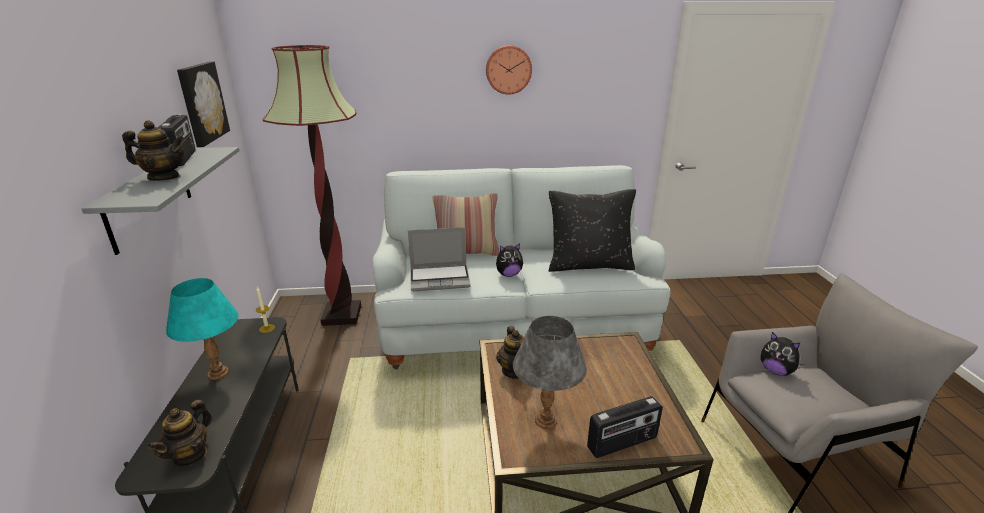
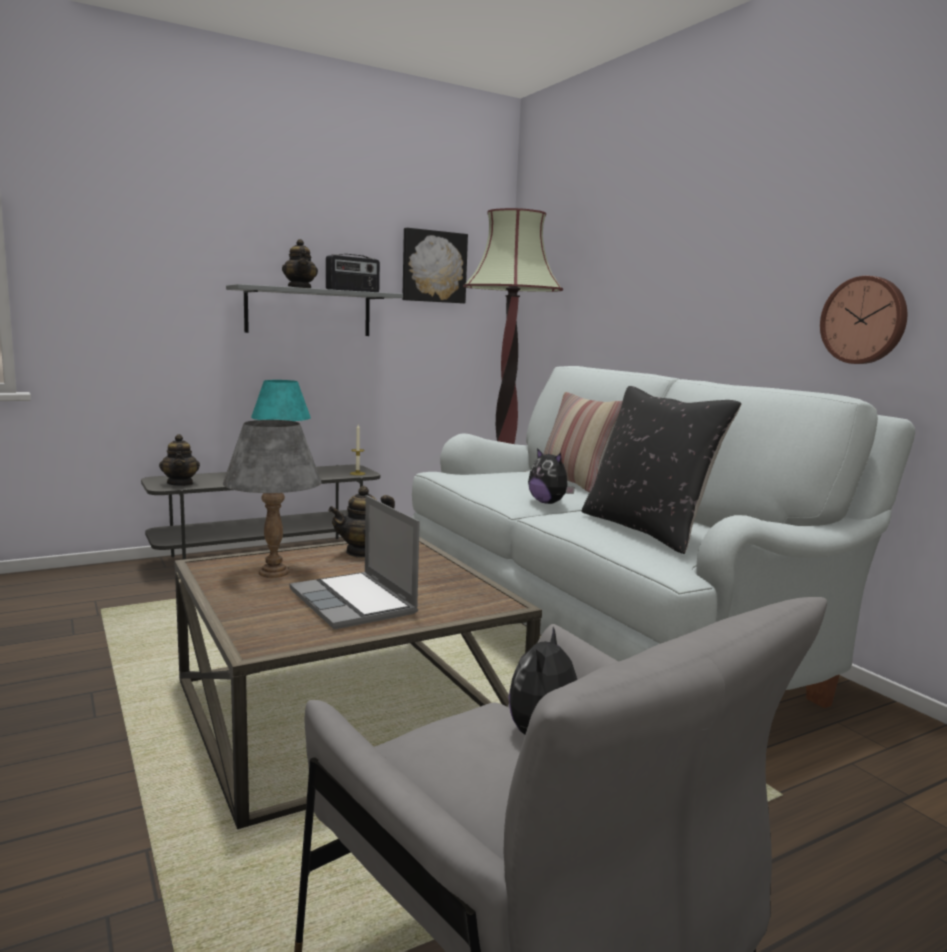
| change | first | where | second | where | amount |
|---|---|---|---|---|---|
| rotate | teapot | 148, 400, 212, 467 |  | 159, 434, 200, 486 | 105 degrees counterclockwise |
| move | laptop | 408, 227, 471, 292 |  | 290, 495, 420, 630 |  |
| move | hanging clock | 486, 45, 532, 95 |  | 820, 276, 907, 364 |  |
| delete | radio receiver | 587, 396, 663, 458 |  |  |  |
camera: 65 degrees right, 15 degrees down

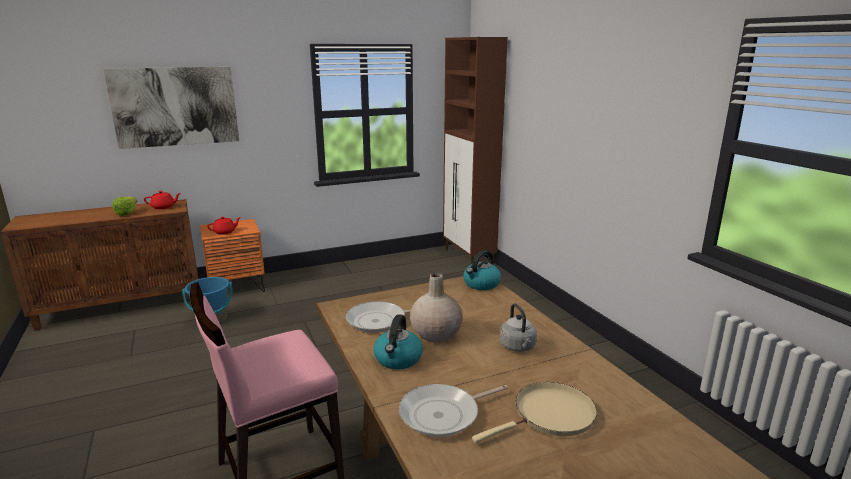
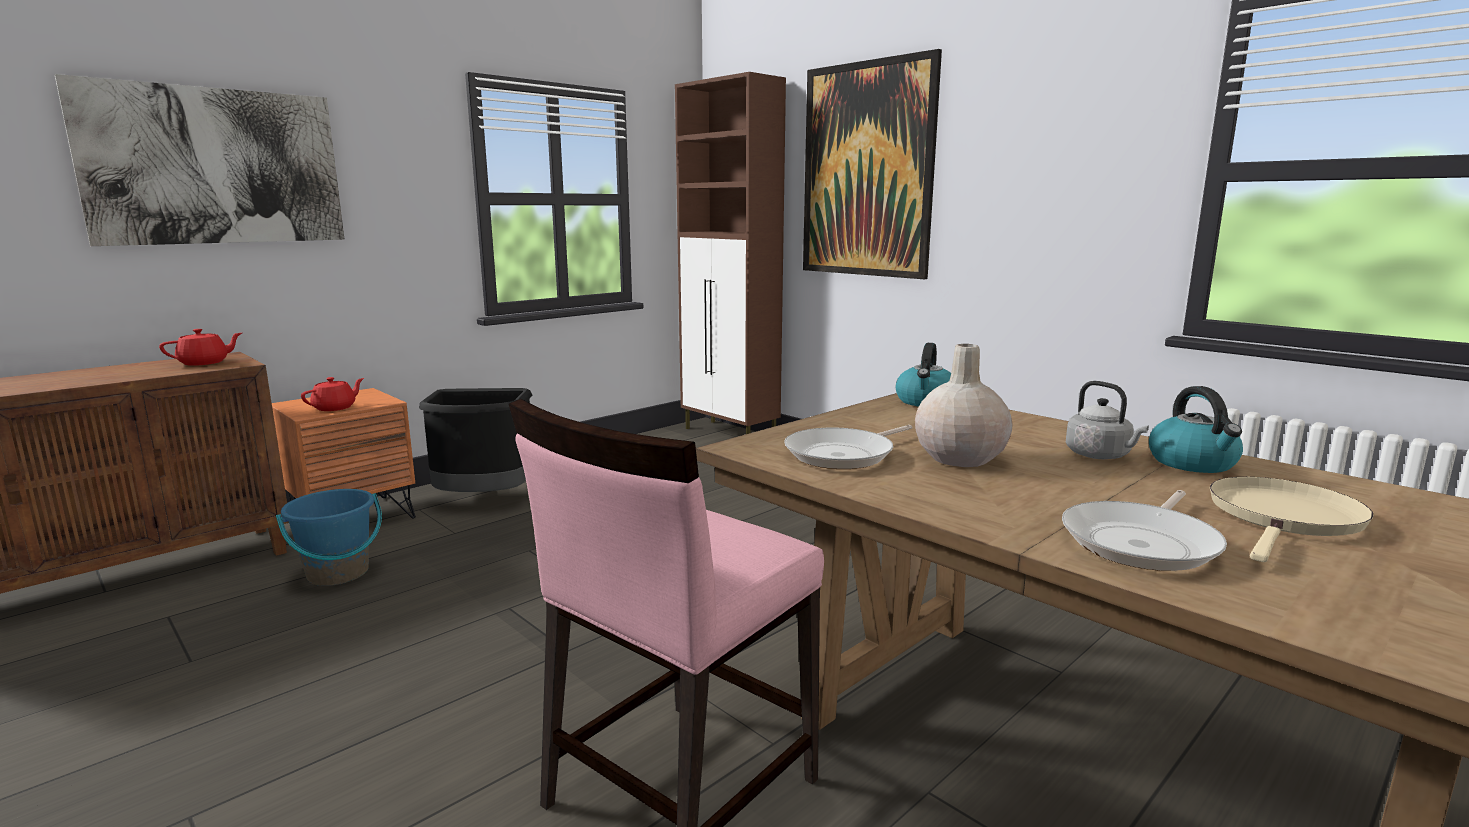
| change | first | where | second | where | amount |
|---|---|---|---|---|---|
| delete | head of lettuce | 112, 197, 137, 216 |  |  |  |
| move | kettle | 373, 314, 423, 370 |  | 1149, 386, 1243, 473 |  |
| insert |  |  | black waste bin | 419, 388, 532, 492 |  |
| insert |  |  | picture | 803, 49, 942, 279 |  |
camera: 20 degrees left, 5 degrees down

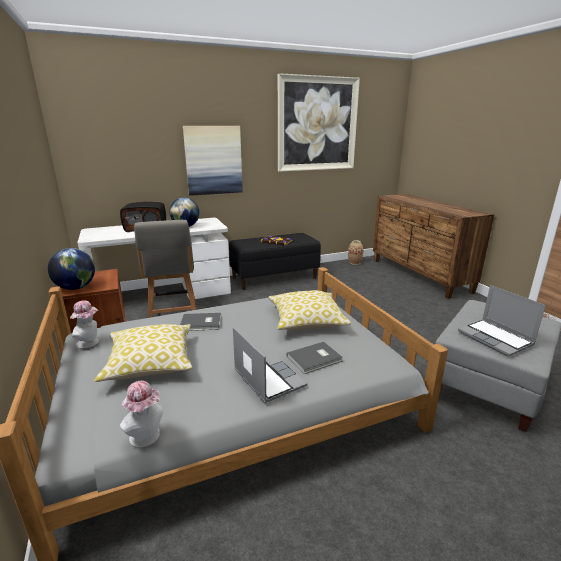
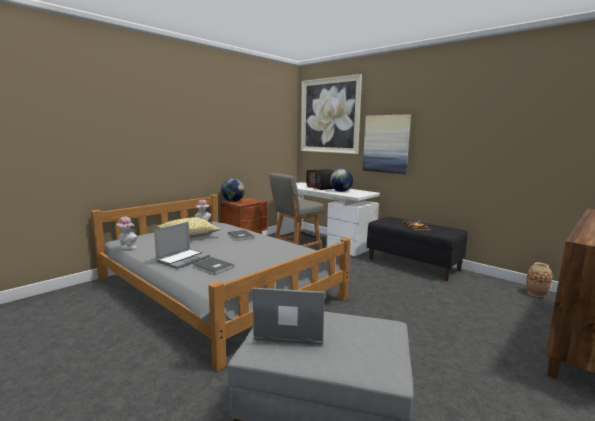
| change | first | where | second | where | amount |
|---|---|---|---|---|---|
| delete | throw pillow | 268, 291, 351, 330 |  |  |  |
| move | picture | 278, 73, 360, 172 |  | 301, 74, 362, 154 |  |
| rotate | laptop | 458, 285, 546, 356 |  | 253, 288, 325, 345 | 60 degrees clockwise |
camera: 65 degrees right, 10 degrees down

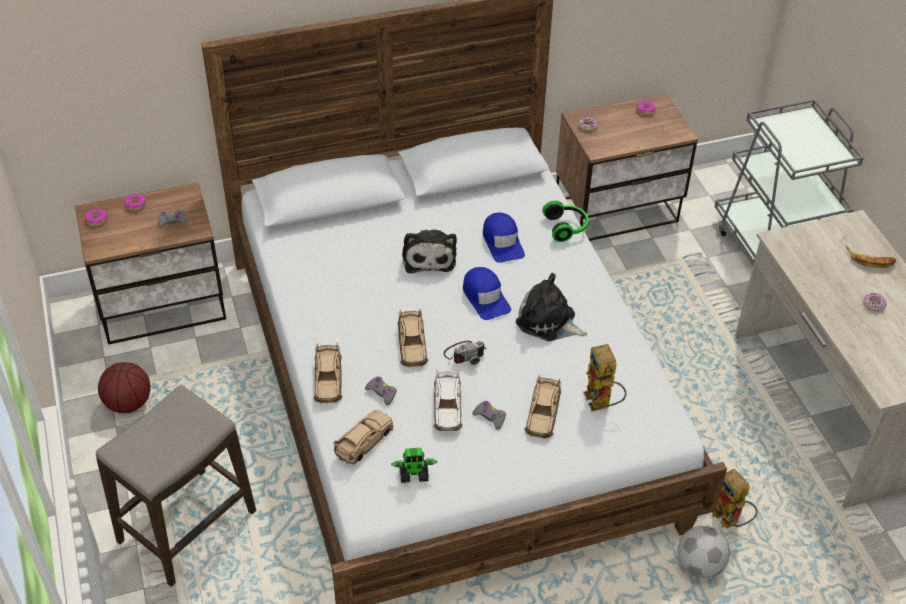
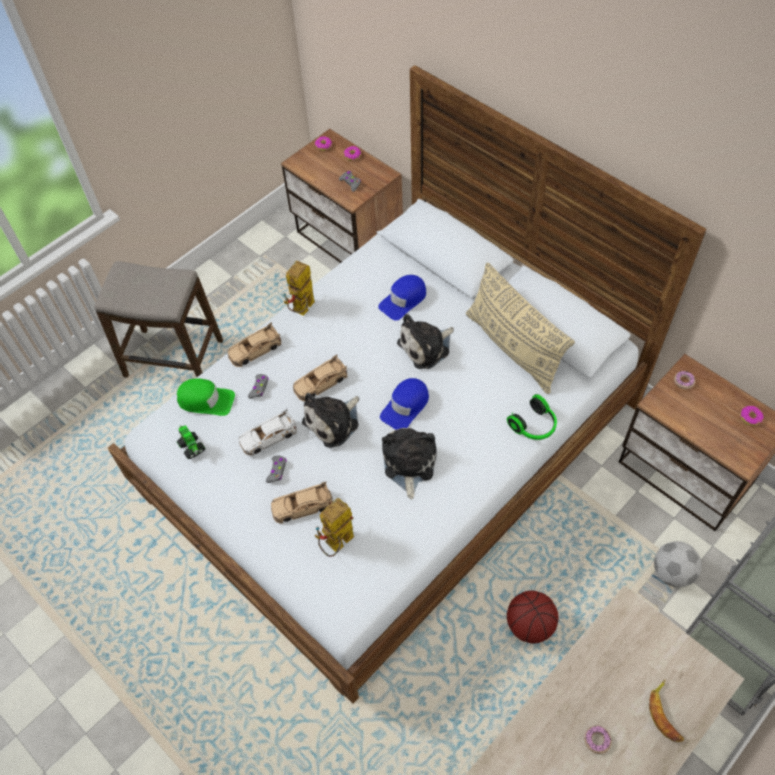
| change | first | where | second | where | amount |
|---|---|---|---|---|---|
| move | basketball | 98, 362, 151, 413 |  | 507, 591, 558, 643 |  |
| replace | sand-coloured toy car | 333, 410, 393, 464 | greenish cap | 177, 378, 235, 416 |  |
| replace | photo camera | 443, 341, 486, 365 | plush toy | 302, 393, 359, 448 |  |
| move | blue cap | 483, 213, 525, 263 |  | 378, 275, 426, 321 |  |
| move | football ball | 677, 526, 730, 578 |  | 654, 541, 702, 587 |  |
| move | toy robot | 712, 469, 758, 529 |  | 283, 261, 315, 316 |  |
| insert |  |  | sand-coloured throw pillow | 466, 262, 575, 394 |  |
camera: 65 degrees right, 10 degrees up

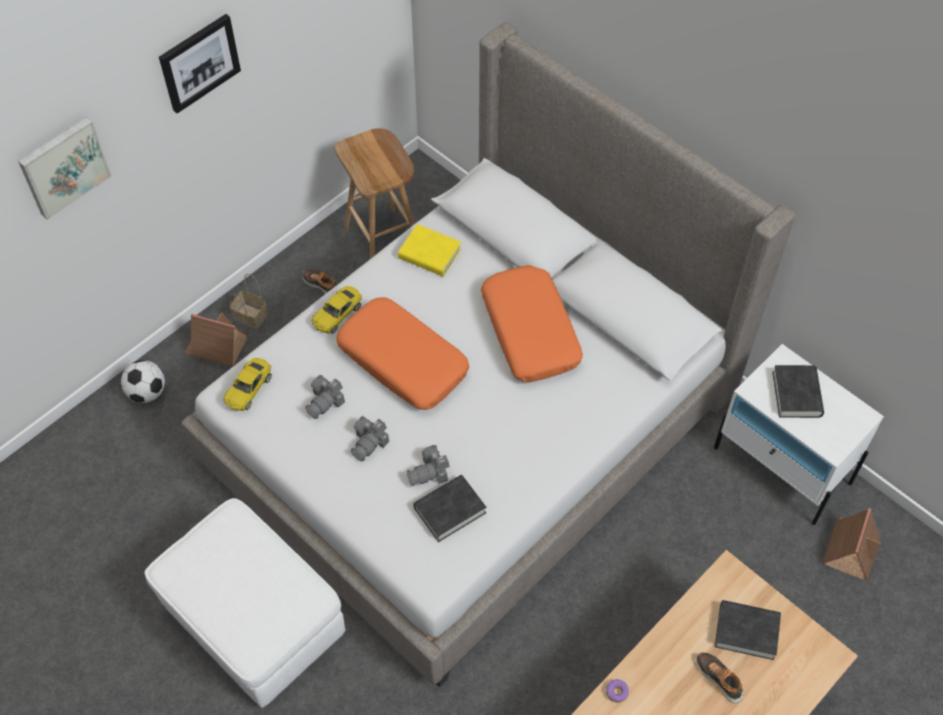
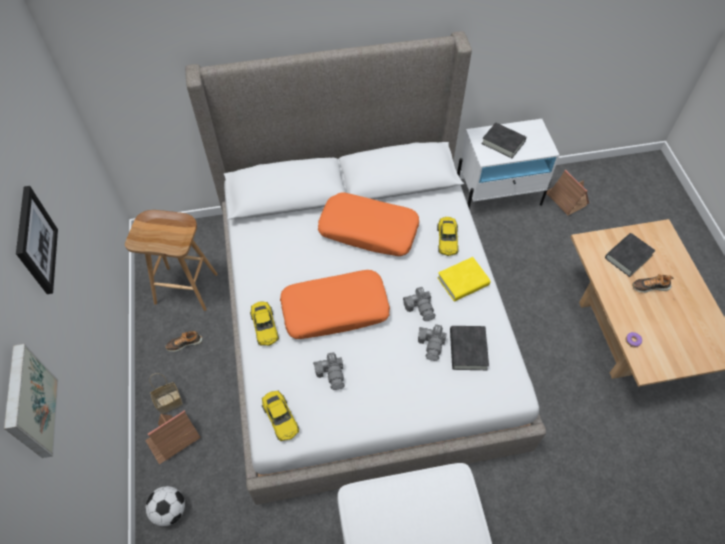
| change | first | where | second | where | amount |
|---|---|---|---|---|---|
| move | photo camera | 351, 416, 389, 462 |  | 403, 287, 435, 321 |  |
| move | yellowish volume | 398, 224, 461, 276 |  | 437, 257, 491, 301 |  |
| insert |  |  | yellowish toy car | 437, 217, 459, 256 |  |
camera: 55 degrees left, 0 degrees up

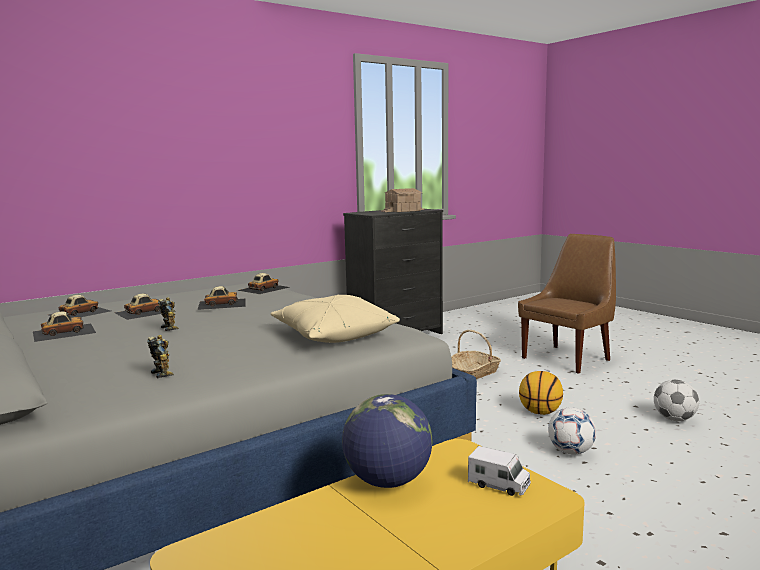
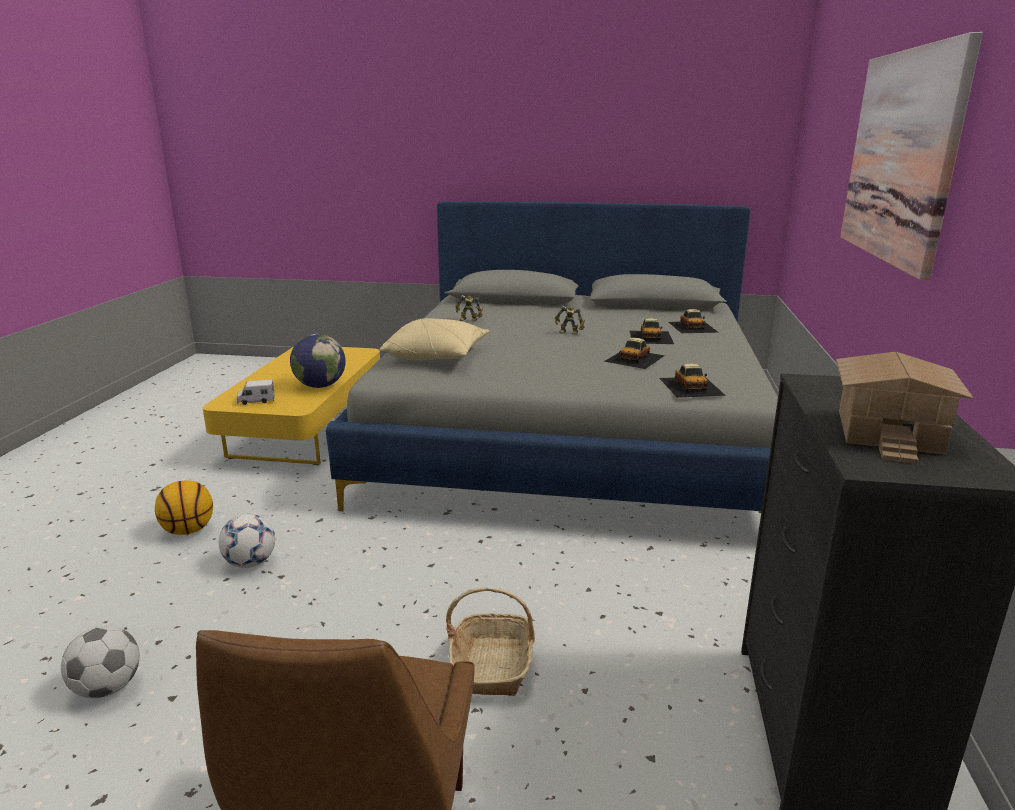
| change | first | where | second | where | amount |
|---|---|---|---|---|---|
| delete | toy car | 33, 311, 96, 342 |  |  |  |
| move | basketball | 519, 371, 563, 415 |  | 155, 480, 213, 535 |  |
| insert |  |  | picture | 840, 32, 983, 280 |  |
camera: 135 degrees right, 10 degrees up

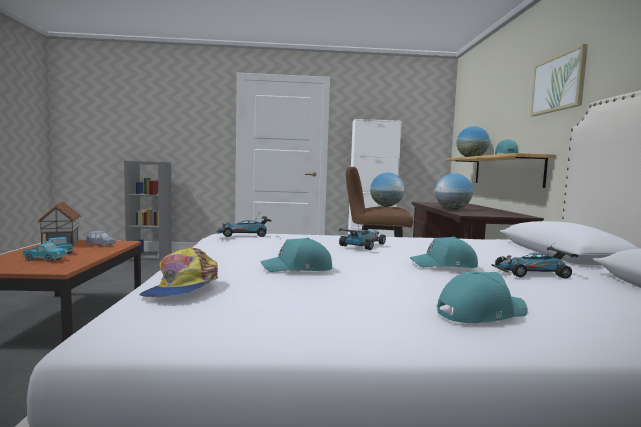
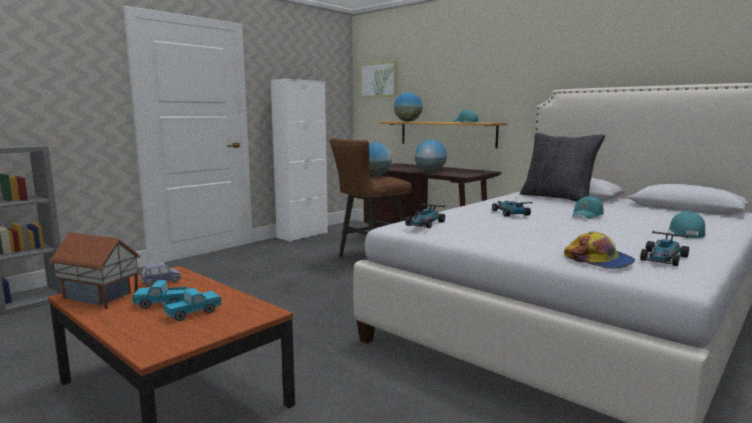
| change | first | where | second | where | amount |
|---|---|---|---|---|---|
| delete | turquoise-coloured cap | 260, 238, 332, 272 |  |  |  |
| move | toy car | 491, 244, 578, 279 |  | 640, 231, 689, 266 |  |
| move | picture | 530, 44, 588, 116 |  | 360, 60, 397, 98 |  |
| insert |  |  | black throw pillow | 520, 133, 605, 202 |  |
camera: 45 degrees left, 5 degrees up

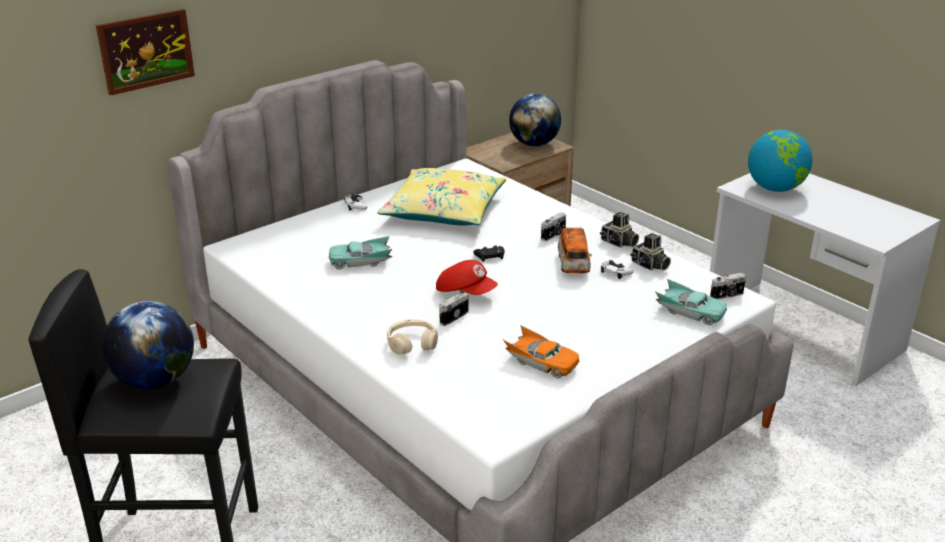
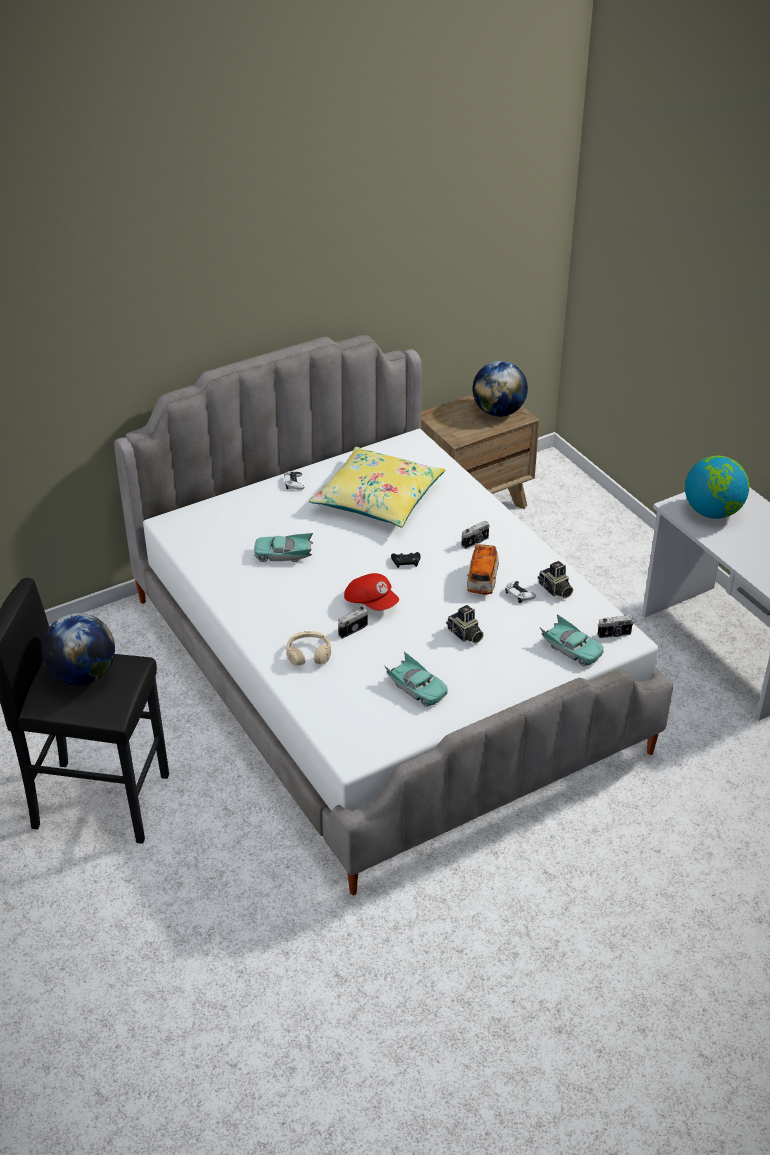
| change | first | where | second | where | amount |
|---|---|---|---|---|---|
| delete | picture | 96, 9, 195, 96 |  |  |  |
| recolor | orange toy car | 504, 326, 579, 378 | turquoise-coloured toy car | 384, 652, 448, 707 |  |
| move | photo camera | 600, 212, 639, 248 |  | 446, 605, 484, 644 |  |
camera: 10 degrees right, 10 degrees up

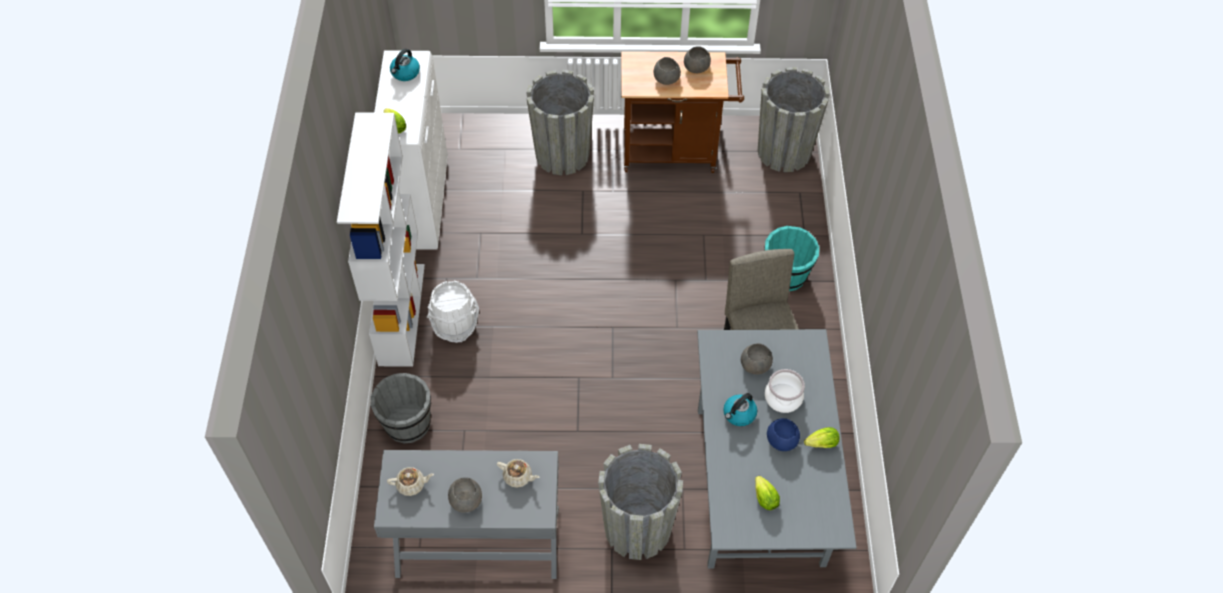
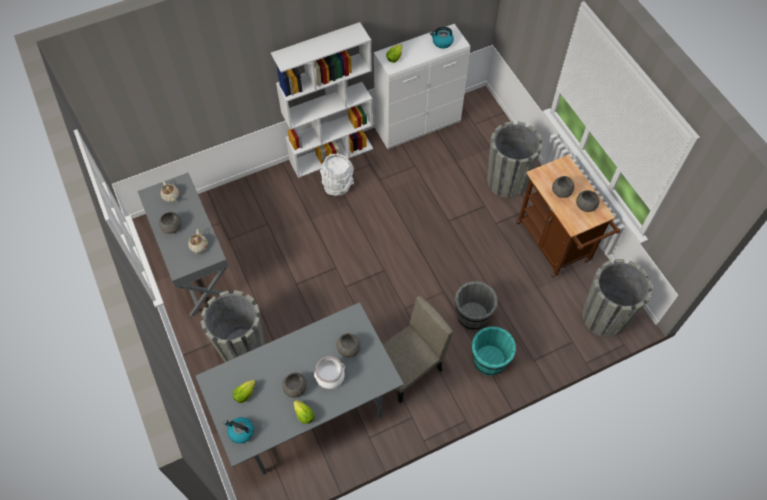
| change | first | where | second | where | amount |
|---|---|---|---|---|---|
| move | greyish bucket | 371, 373, 431, 443 |  | 455, 281, 498, 331 |  |
| move | kettle | 723, 393, 757, 426 |  | 224, 417, 254, 444 |  |
| recolor | blue bowl | 767, 418, 800, 451 | greyish bowl | 282, 372, 307, 398 |  |
camera: 65 degrees right, 5 degrees up

